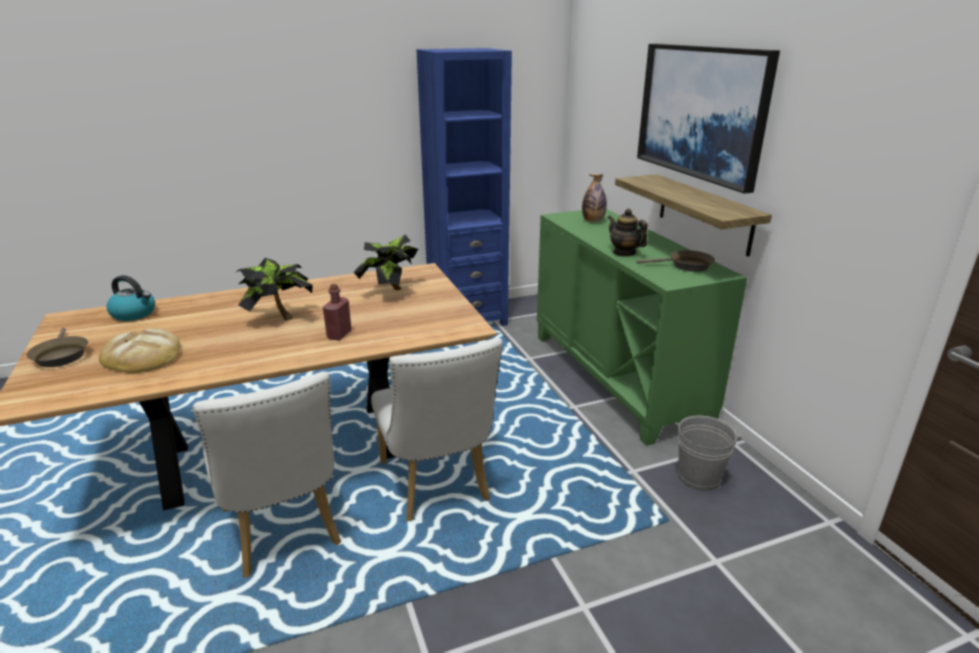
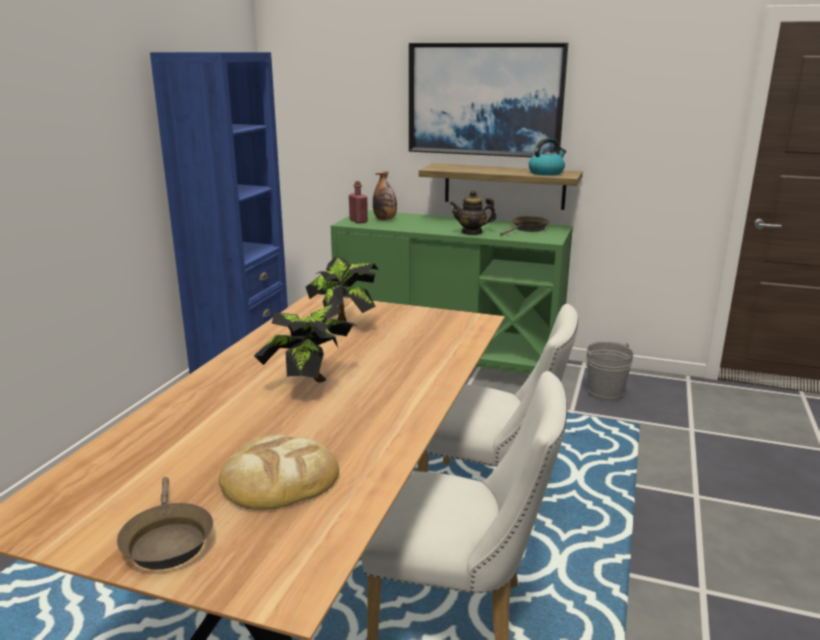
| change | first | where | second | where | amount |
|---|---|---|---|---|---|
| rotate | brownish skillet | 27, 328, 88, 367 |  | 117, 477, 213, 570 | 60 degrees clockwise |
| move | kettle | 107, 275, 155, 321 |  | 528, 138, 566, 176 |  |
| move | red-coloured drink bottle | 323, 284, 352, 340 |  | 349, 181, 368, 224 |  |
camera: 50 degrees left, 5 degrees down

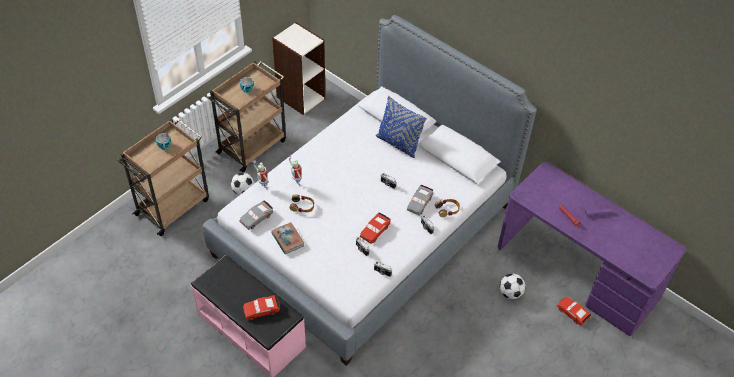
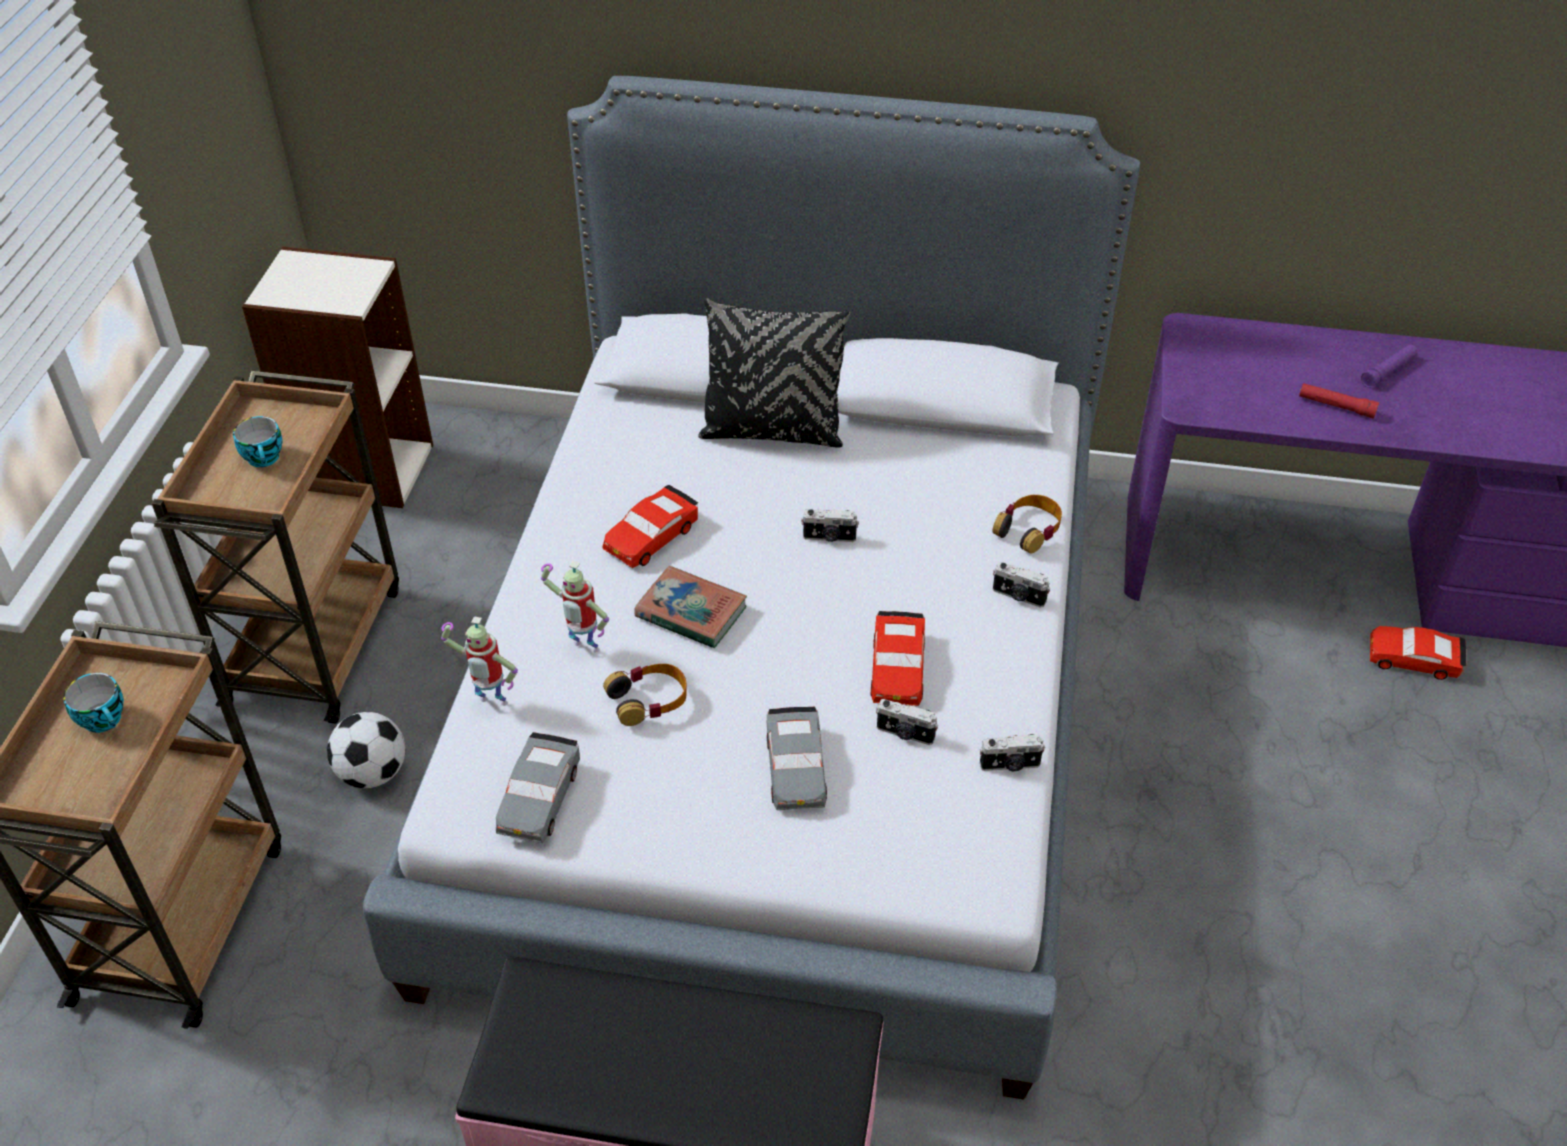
| change | first | where | second | where | amount |
|---|---|---|---|---|---|
| move | red-coloured toy car | 243, 295, 280, 320 |  | 603, 485, 699, 568 |  |
| move | volume | 271, 222, 304, 254 |  | 634, 566, 747, 648 |  |
| recolor | blue throw pillow | 376, 96, 427, 158 | black throw pillow | 698, 298, 850, 448 |  |
| move | greyish toy car | 407, 185, 433, 216 |  | 767, 707, 827, 810 |  |
| delete | football ball | 500, 274, 525, 299 |  |  |  |
camera: 30 degrees left, 5 degrees down

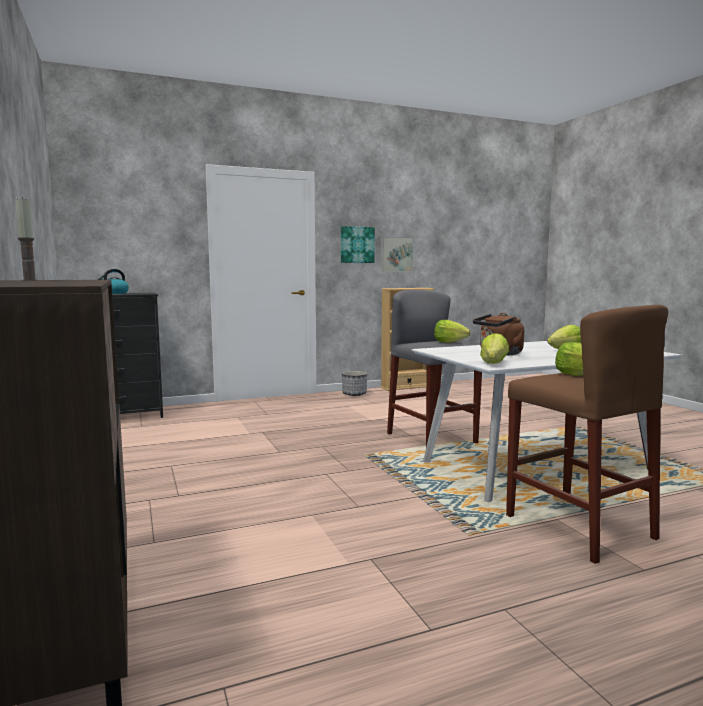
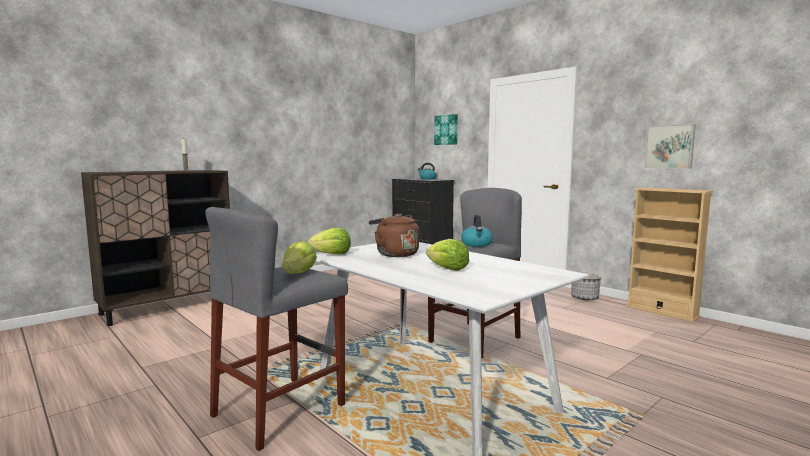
| change | first | where | second | where | amount |
|---|---|---|---|---|---|
| move | picture | 341, 226, 375, 263 |  | 434, 114, 458, 145 |  |
| replace | head of lettuce | 434, 320, 471, 343 | kettle | 461, 215, 493, 247 |  |
| recolor | brownish sitting stool | 506, 305, 668, 564 | greyish sitting stool | 205, 207, 348, 451 |  |
camera: 70 degrees right, 0 degrees up

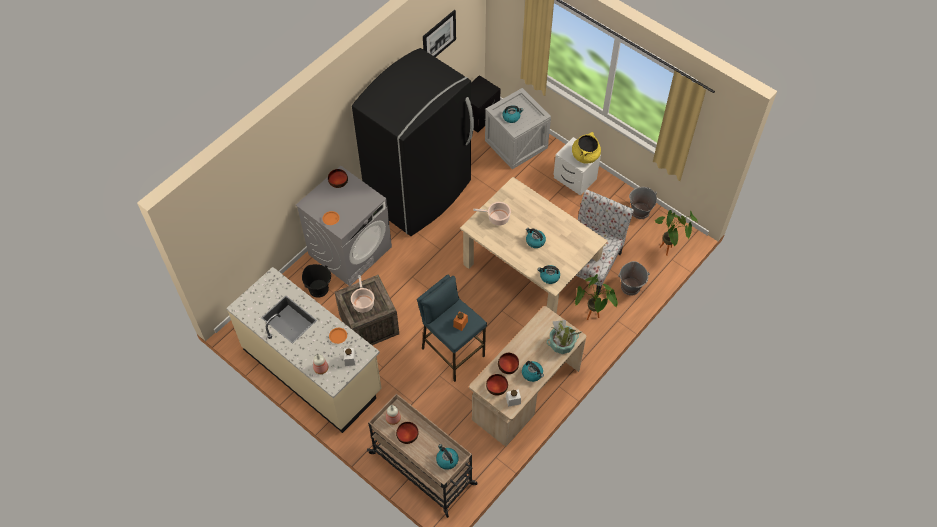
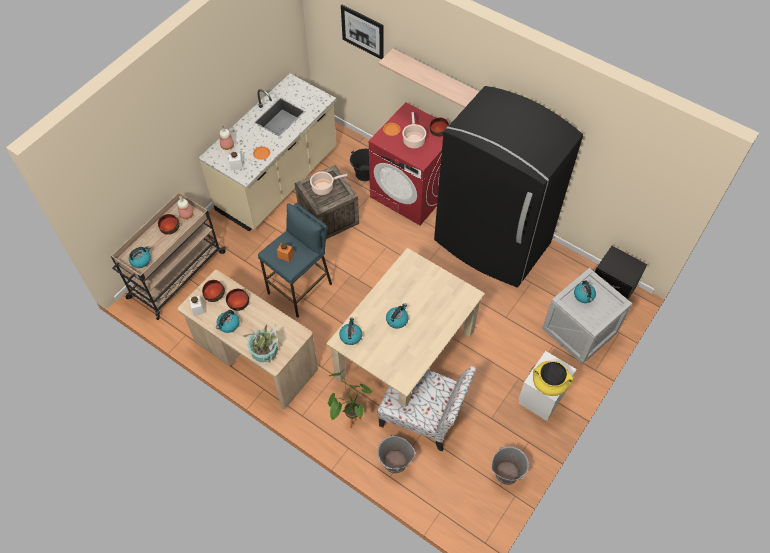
| change | first | where | second | where | amount |
|---|---|---|---|---|---|
| recolor | greyish washing machine | 296, 166, 392, 286 | red-coloured washing machine | 369, 102, 443, 225 |  |
| move | picture | 423, 10, 456, 57 |  | 341, 5, 384, 59 |  |
| move | stockpot | 473, 202, 511, 226 |  | 402, 112, 426, 149 |  |
| delete | houseplant | 654, 210, 698, 256 |  |  |  |
| insert |  |  | bracket shelf | 379, 49, 479, 108 |  |
camera: 85 degrees right, 0 degrees up

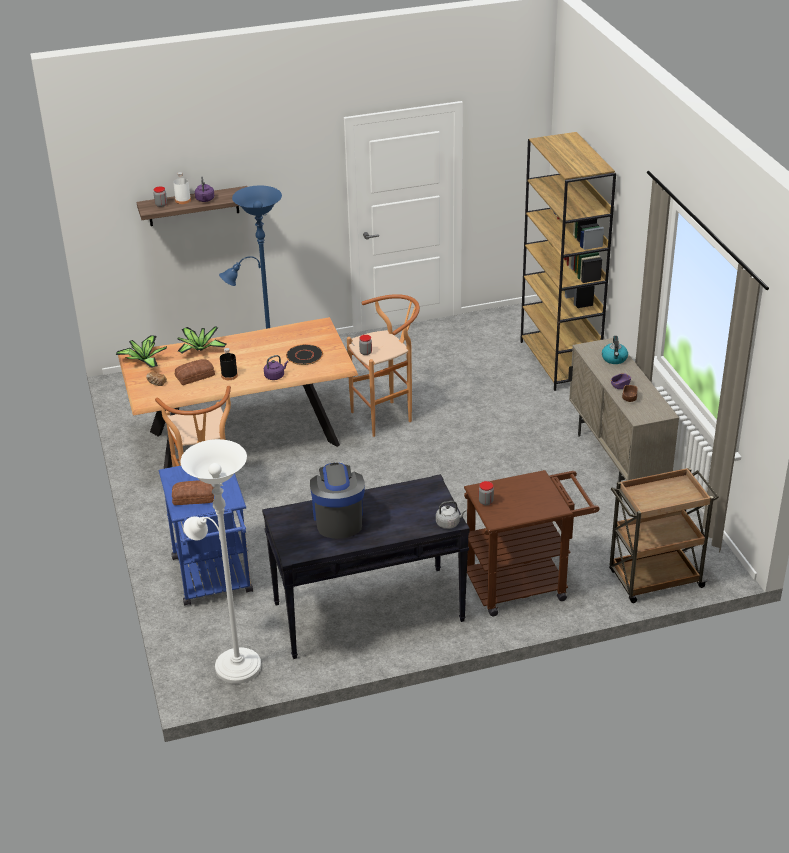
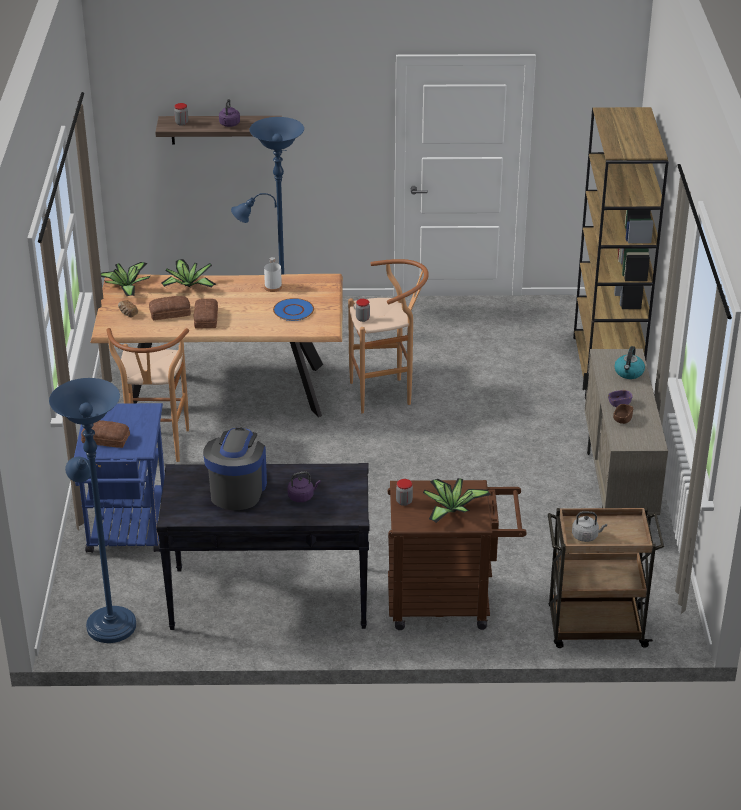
| change | first | where | second | where | amount |
|---|---|---|---|---|---|
| move | whitish drink bottle | 173, 172, 191, 204 |  | 264, 257, 282, 292 |  |
| recolor | whitish floor lamp | 180, 439, 261, 684 | blue floor lamp | 49, 378, 136, 643 |  |
| replace | black drink bottle | 220, 348, 238, 380 | baked bread | 193, 299, 218, 329 |  |
| move | purplish kettle | 264, 355, 288, 380 |  | 287, 471, 321, 502 |  |
| recolor | black dinner plate | 286, 344, 323, 365 | blue dinner plate | 273, 298, 314, 321 |  |
| move | greyish kettle | 436, 501, 467, 529 |  | 572, 511, 607, 542 |  |
| insert |  |  | houseplant | 423, 478, 491, 523 |  |
camera: 15 degrees right, 0 degrees up

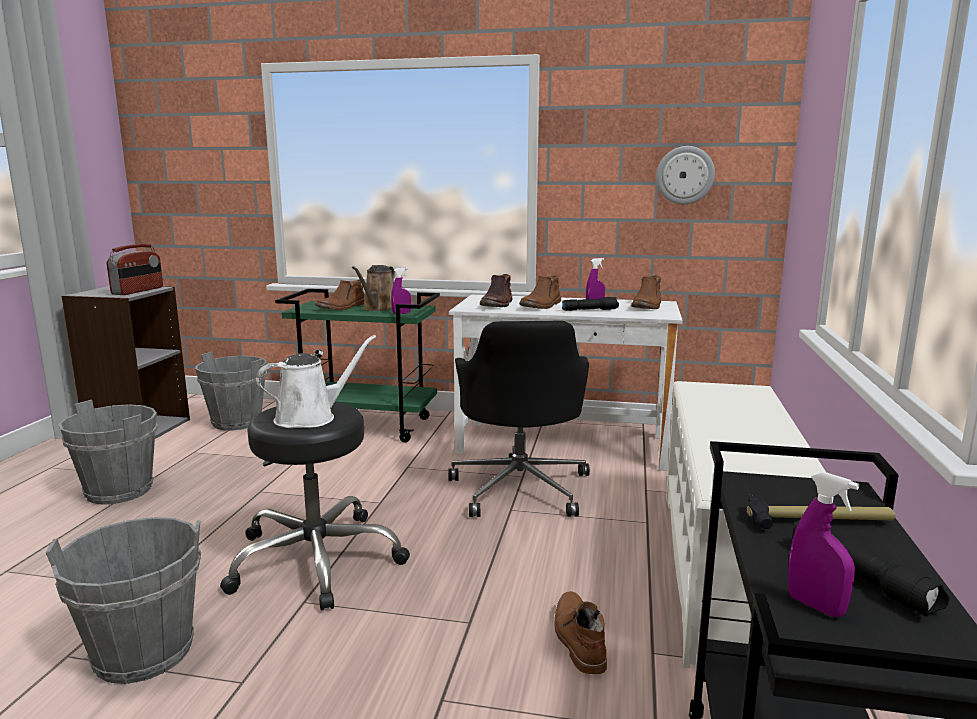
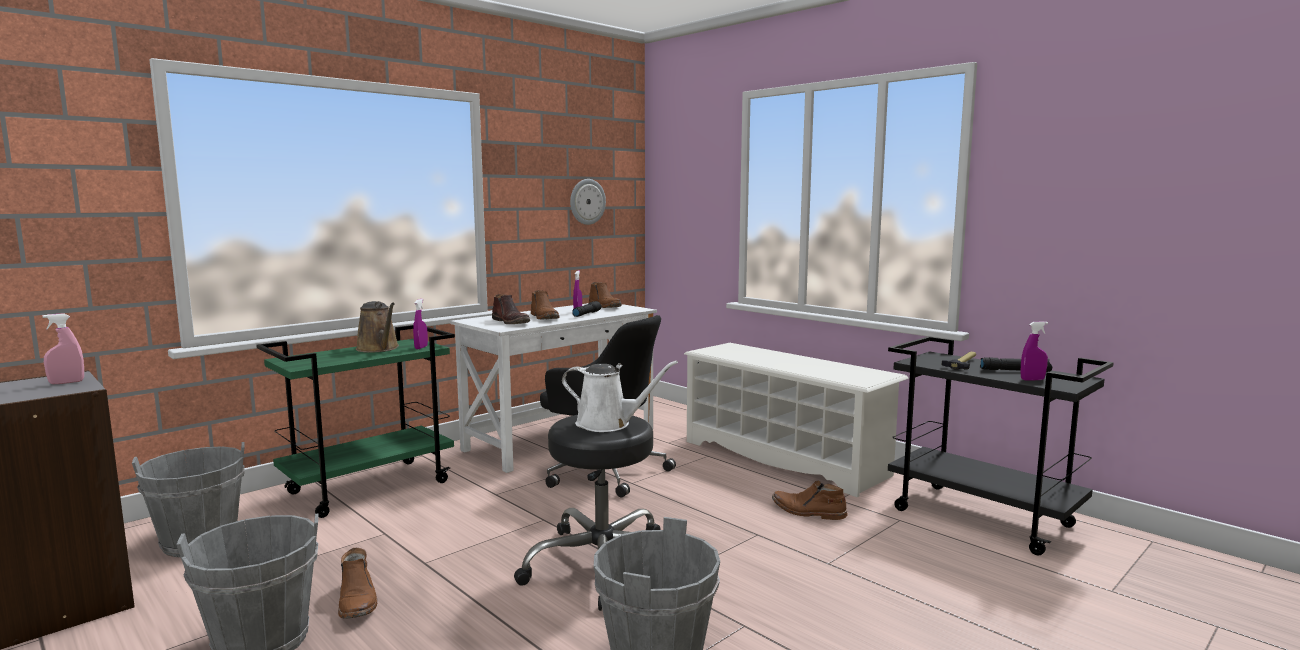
| change | first | where | second | where | amount |
|---|---|---|---|---|---|
| replace | radio receiver | 107, 244, 163, 295 | pink-coloured spray bottle | 42, 313, 84, 384 |  |
| rotate | whitish sprinkling can | 256, 335, 376, 428 |  | 562, 360, 678, 432 | 105 degrees clockwise |
| move | brownish boot | 315, 280, 365, 310 |  | 338, 548, 377, 619 |  |
camera: 55 degrees left, 5 degrees down

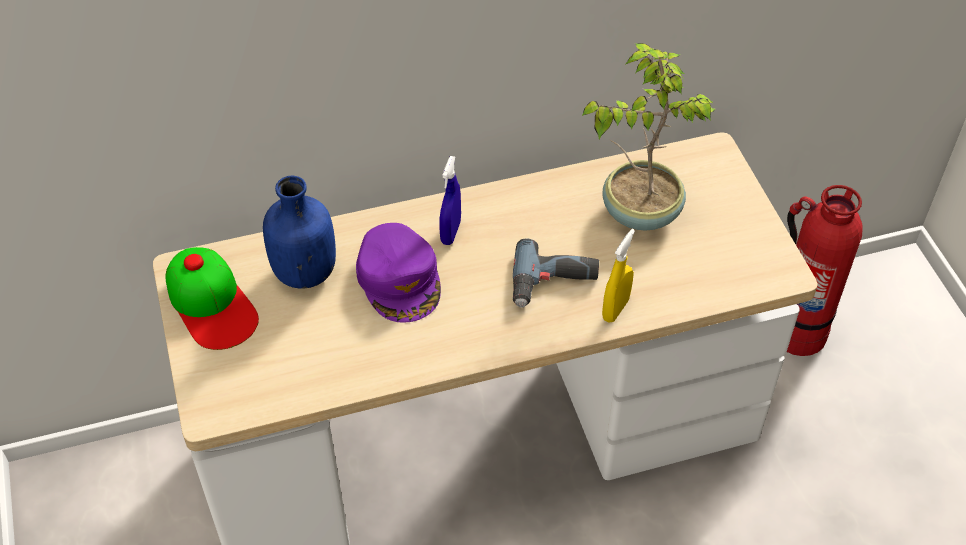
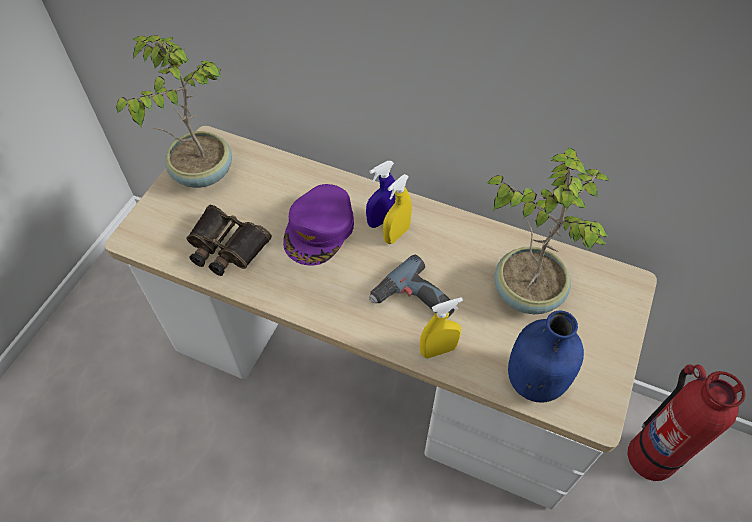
| change | first | where | second | where | amount |
|---|---|---|---|---|---|
| replace | cap | 165, 247, 259, 350 | houseplant | 116, 35, 232, 188 |  |
| move | blue drink bottle | 263, 176, 336, 289 |  | 508, 310, 584, 403 |  |
| insert |  |  | pair of binoculars | 186, 205, 272, 276 |  |
| insert |  |  | yellowish spray bottle | 383, 174, 412, 244 |  |
camera: 40 degrees right, 5 degrees up

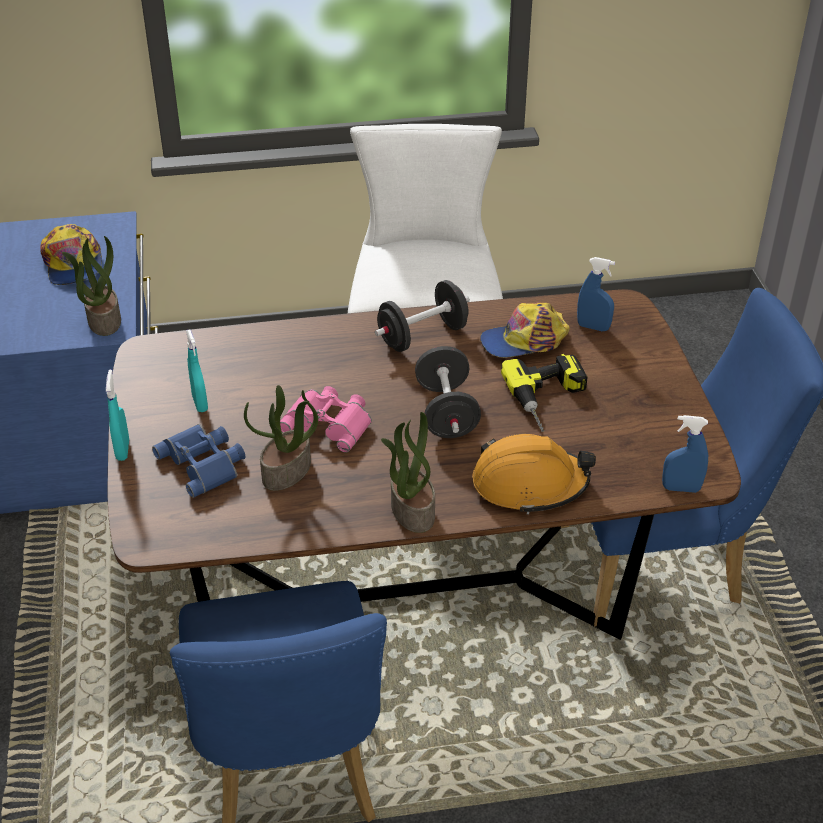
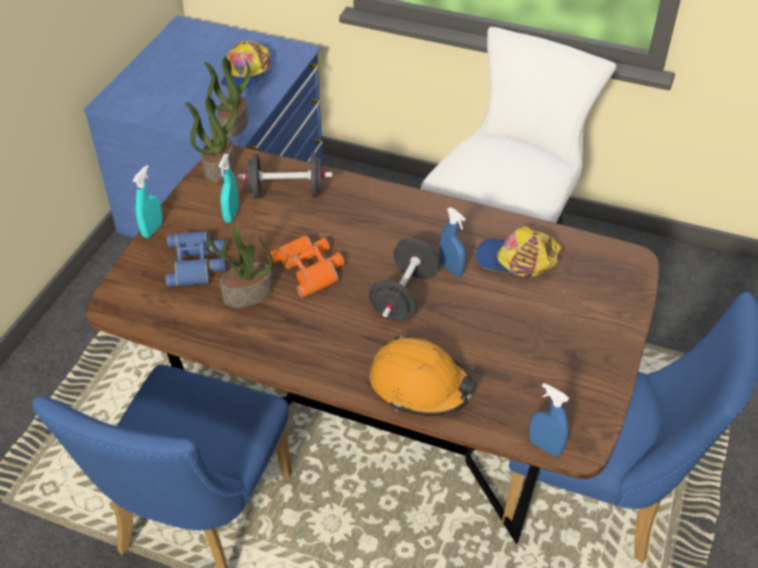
| change | first | where | second | where | amount |
|---|---|---|---|---|---|
| recolor | pink-coloured pair of binoculars | 280, 386, 372, 453 | orange pair of binoculars | 267, 235, 344, 298 |  |
| move | black hand weight | 375, 280, 470, 352 |  | 238, 153, 332, 199 |  |
| move | houseplant | 381, 412, 435, 533 |  | 185, 96, 237, 183 |  |
| delete | drill | 501, 354, 588, 432 |  |  |  |
| move | blue spray bottle | 577, 257, 615, 331 |  | 439, 208, 466, 277 |  |
camera: 30 degrees right, 5 degrees up

